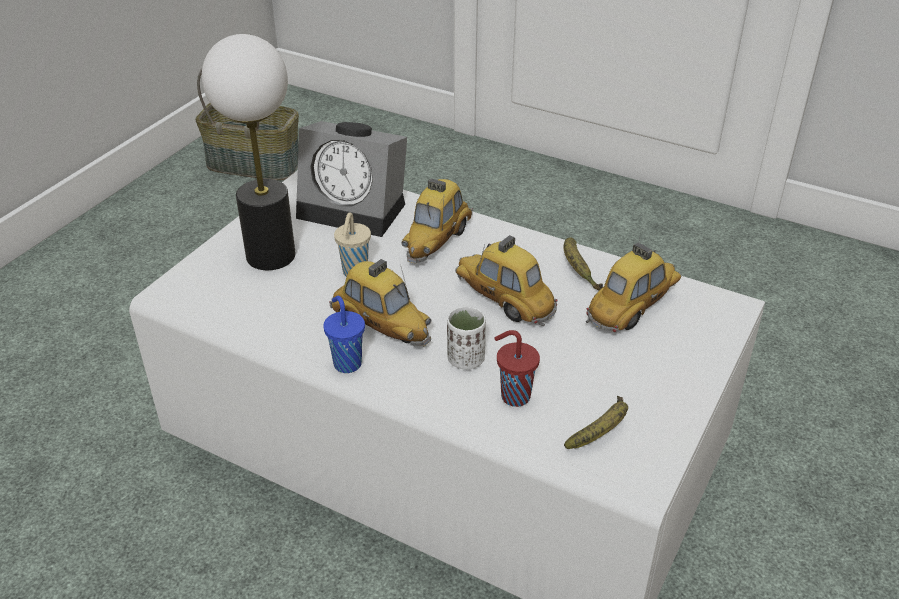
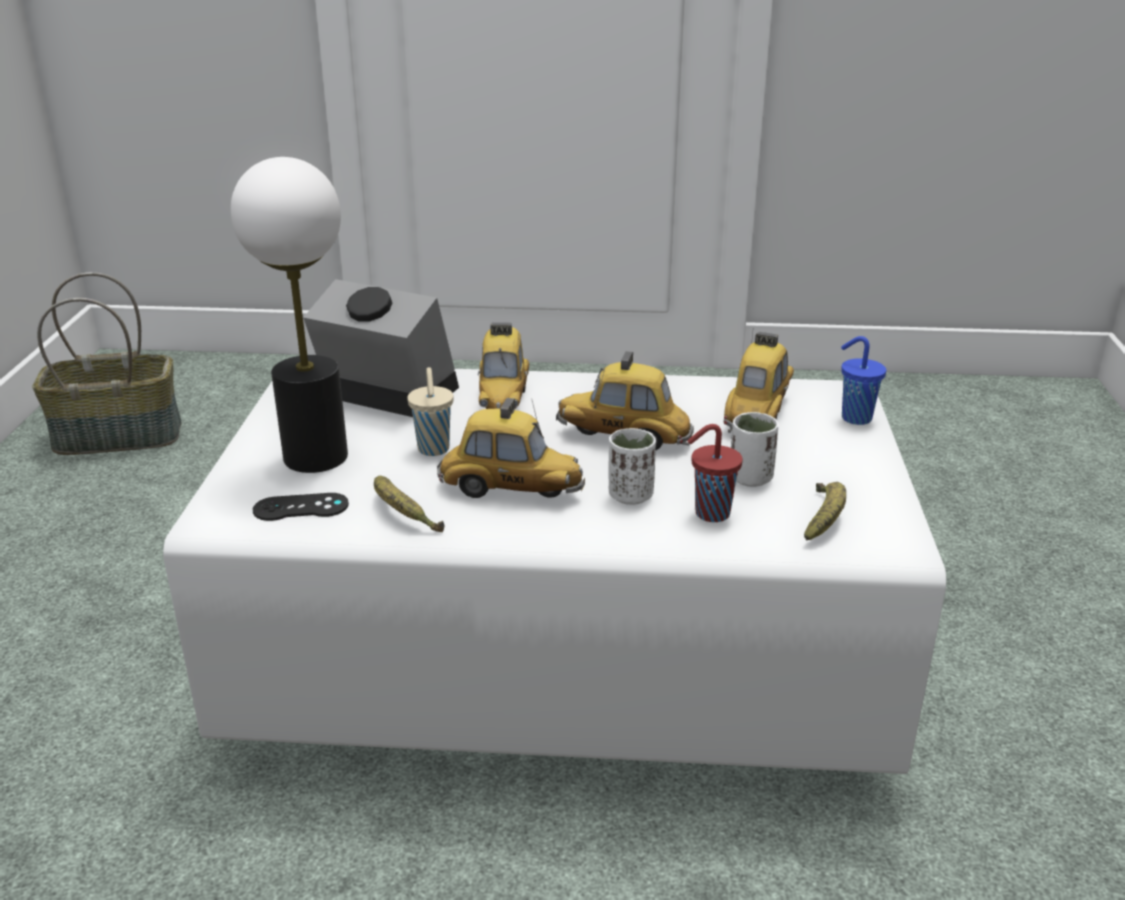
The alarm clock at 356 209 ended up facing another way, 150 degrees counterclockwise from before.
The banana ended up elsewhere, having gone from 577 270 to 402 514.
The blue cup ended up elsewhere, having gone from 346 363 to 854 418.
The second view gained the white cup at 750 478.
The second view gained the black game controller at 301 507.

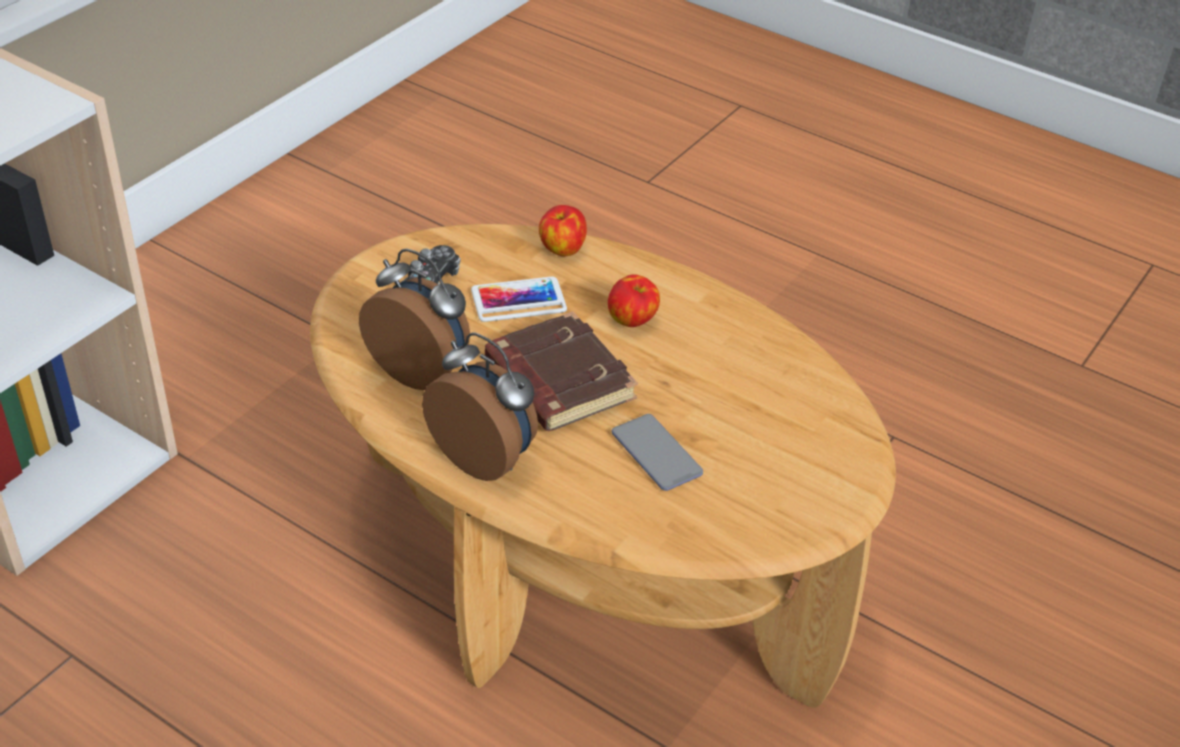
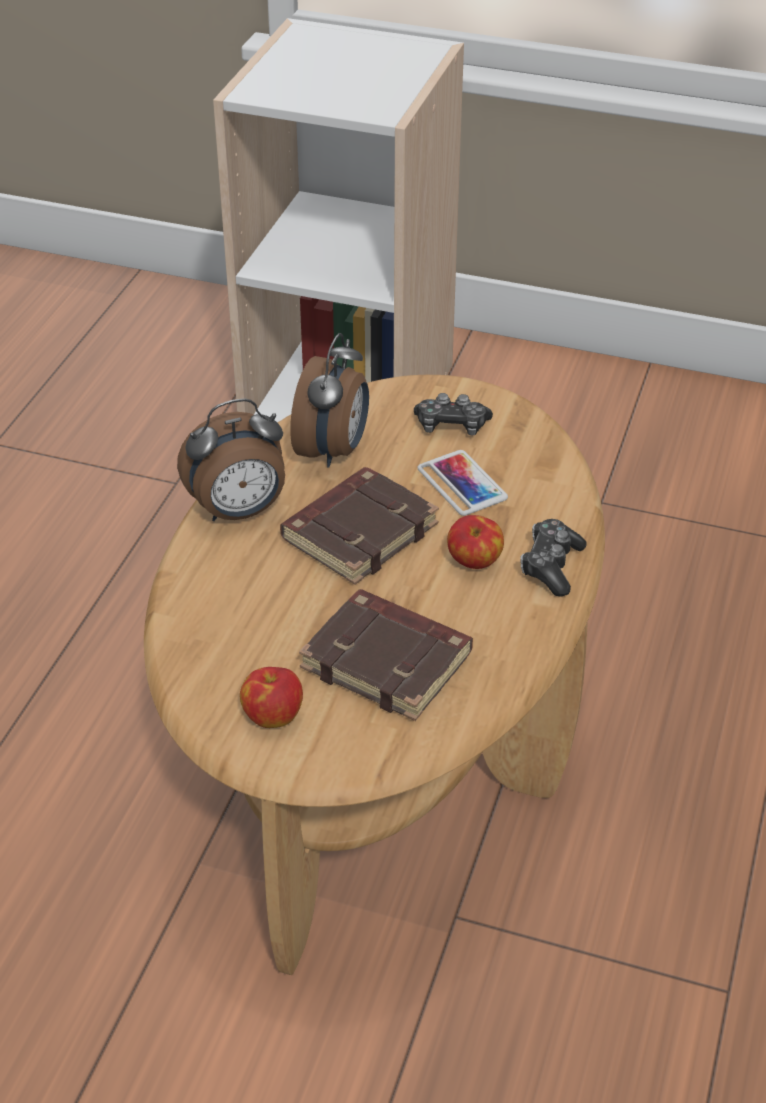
The apple ended up elsewhere, having gone from 562 249 to 272 716.
The alarm clock at 485 457 ended up facing another way, 45 degrees clockwise from before.
The second view lost the phone at 656 454.
The second view gained the game controller at 551 566.
The second view gained the brown book at 389 661.

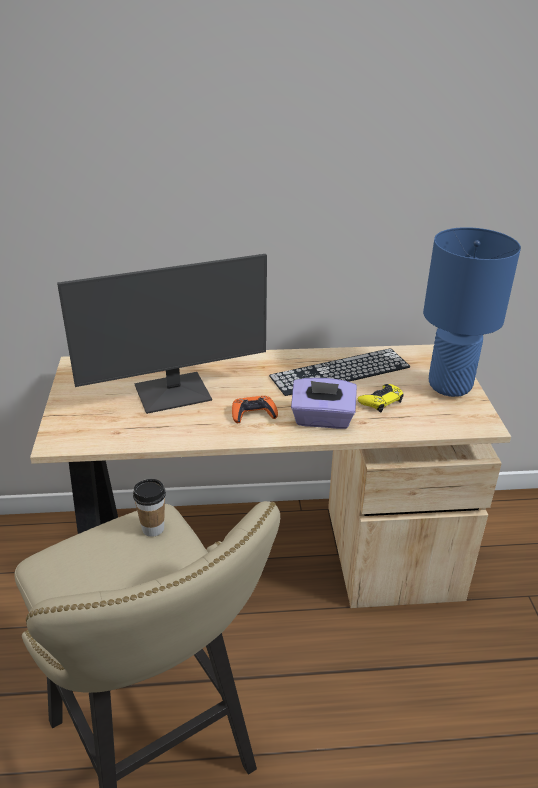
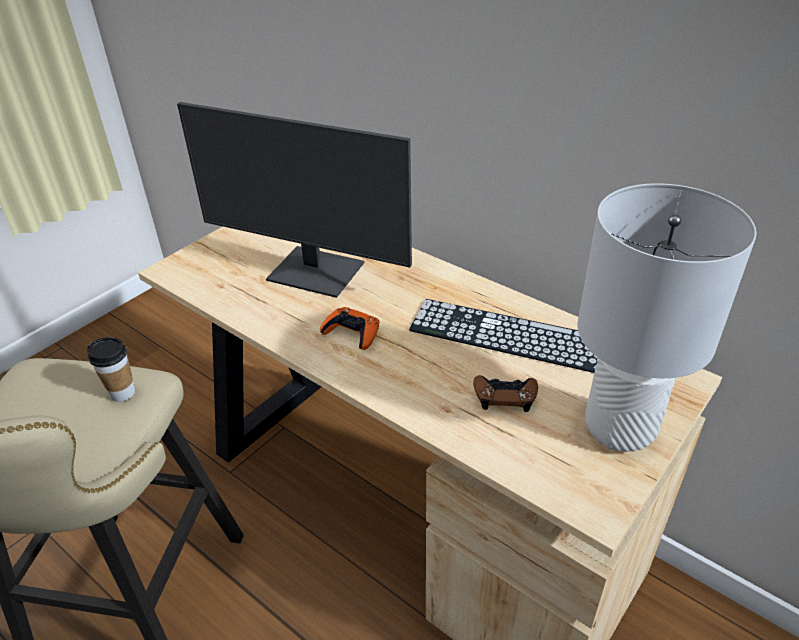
What was the blue table lamp at 448 389 turned into the grey table lamp at 617 431.
The second view lost the purple tissue box at 322 419.
What was the yellow game controller at 381 401 turned into the brown game controller at 505 396.

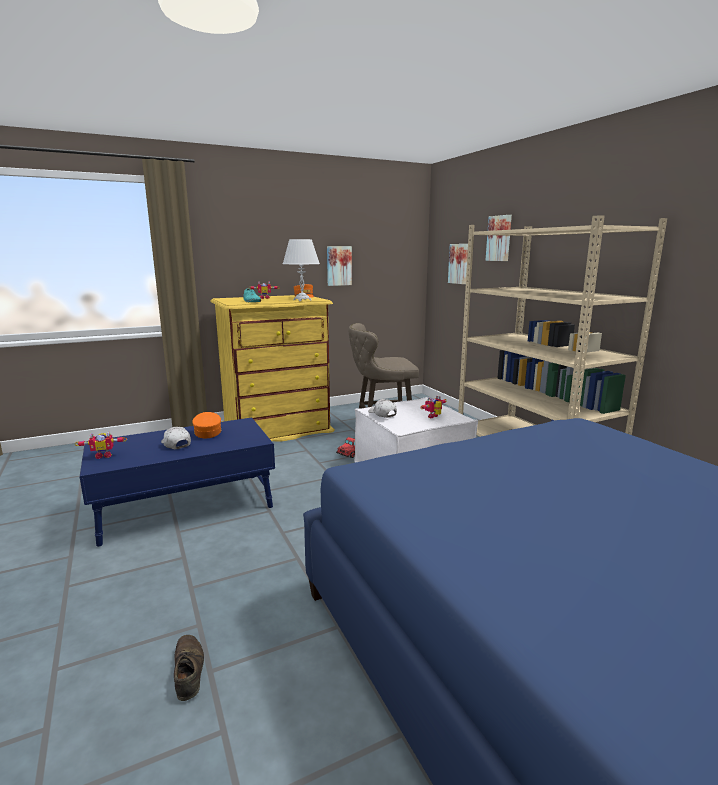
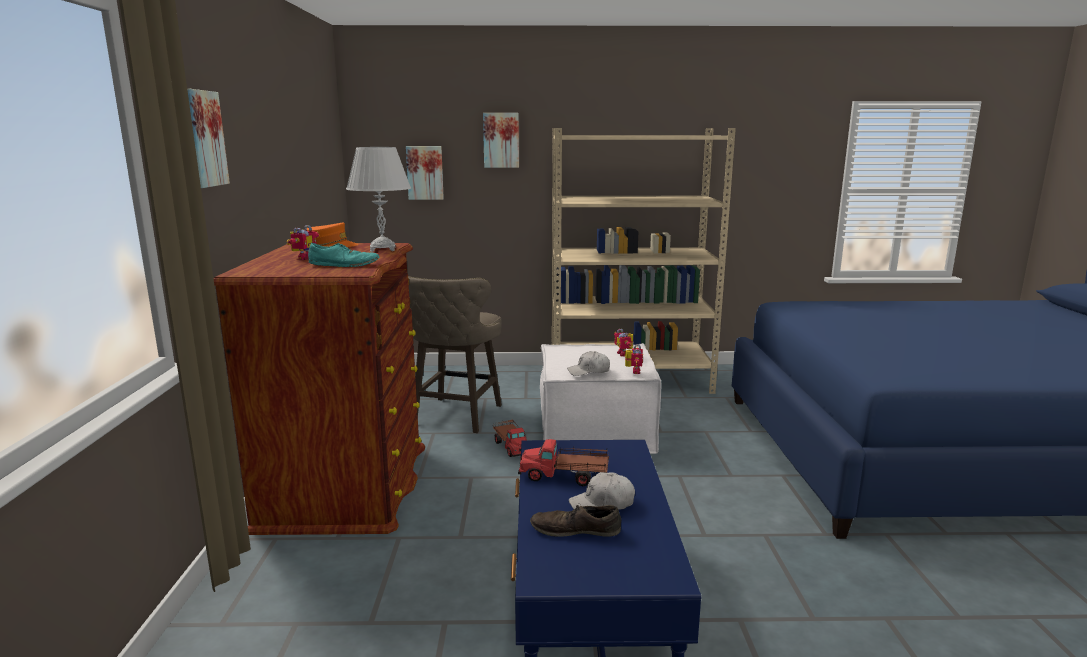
The picture ended up elsewhere, having gone from 338 266 to 201 139.
What was the yellow dresser at 277 427 turned into the brown dresser at 346 483.
Where the orange cap stood at 207 432, the toy truck came to stand at 565 476.
The toy robot ended up elsewhere, having gone from 104 455 to 633 371.
The brown shoe ended up elsewhere, having gone from 188 670 to 575 530.

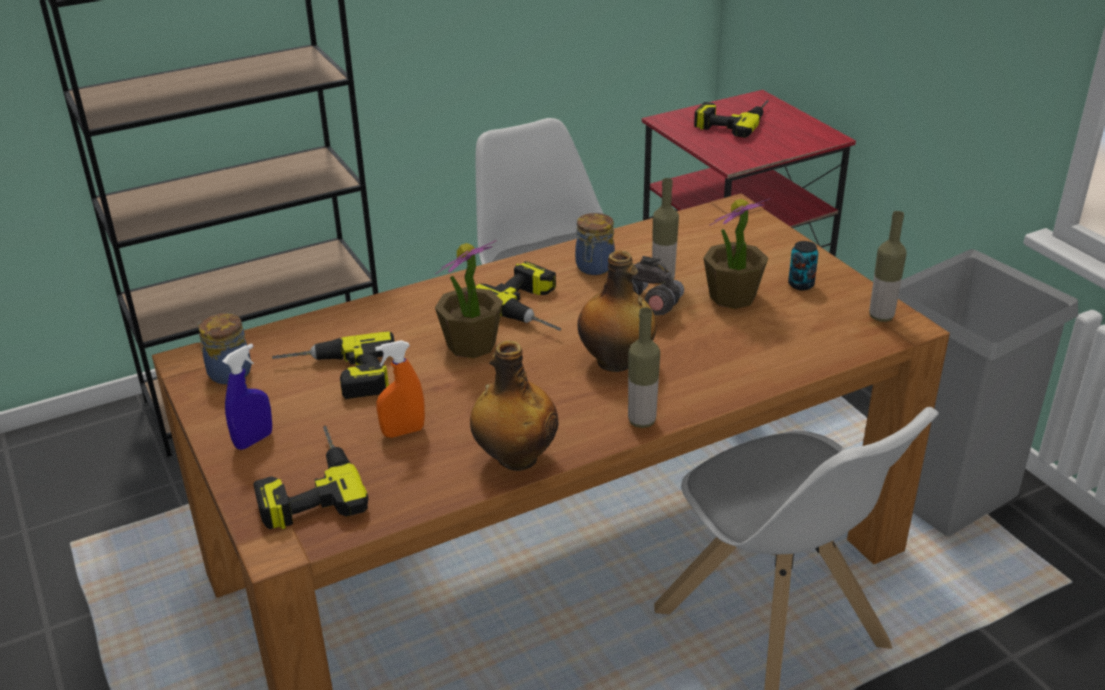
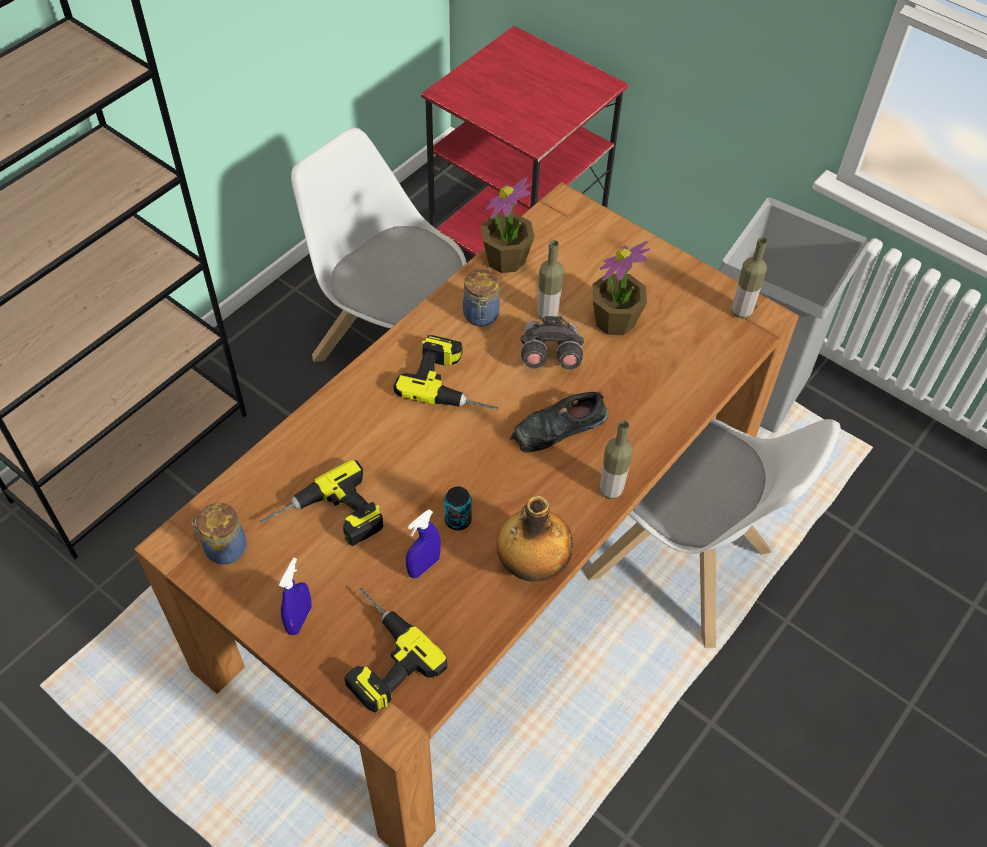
The second view lost the power drill at 732 120.
The potted plant ended up elsewhere, having gone from 471 345 to 506 259.
The can ended up elsewhere, having gone from 801 284 to 458 520.
Where the bottle stood at 616 362, the black shoe came to stand at 558 429.
What was the orange spray bottle at 403 432 turned into the blue spray bottle at 423 566.

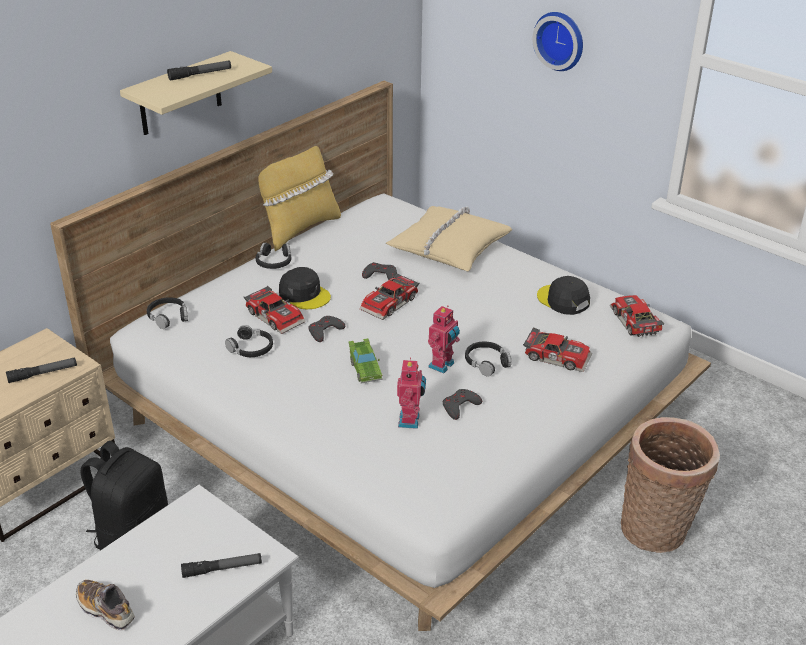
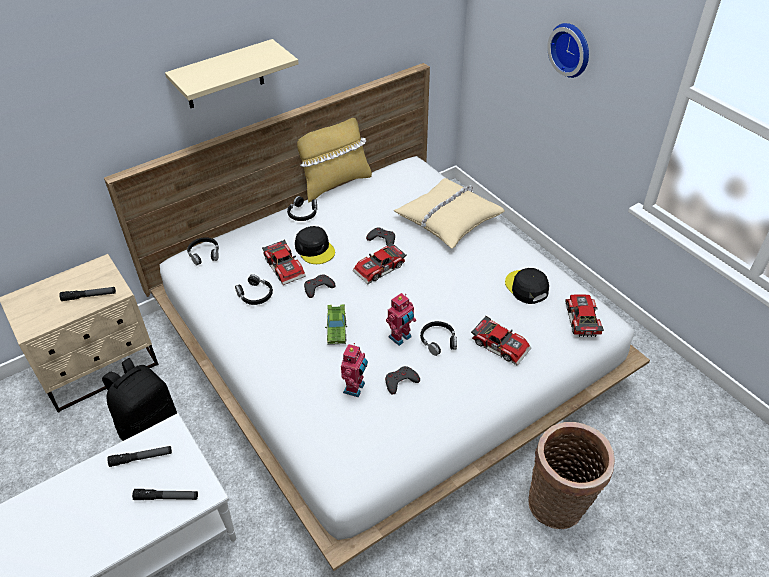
The flashlight ended up elsewhere, having gone from 200 74 to 141 458.
The second view lost the shoe at 106 610.

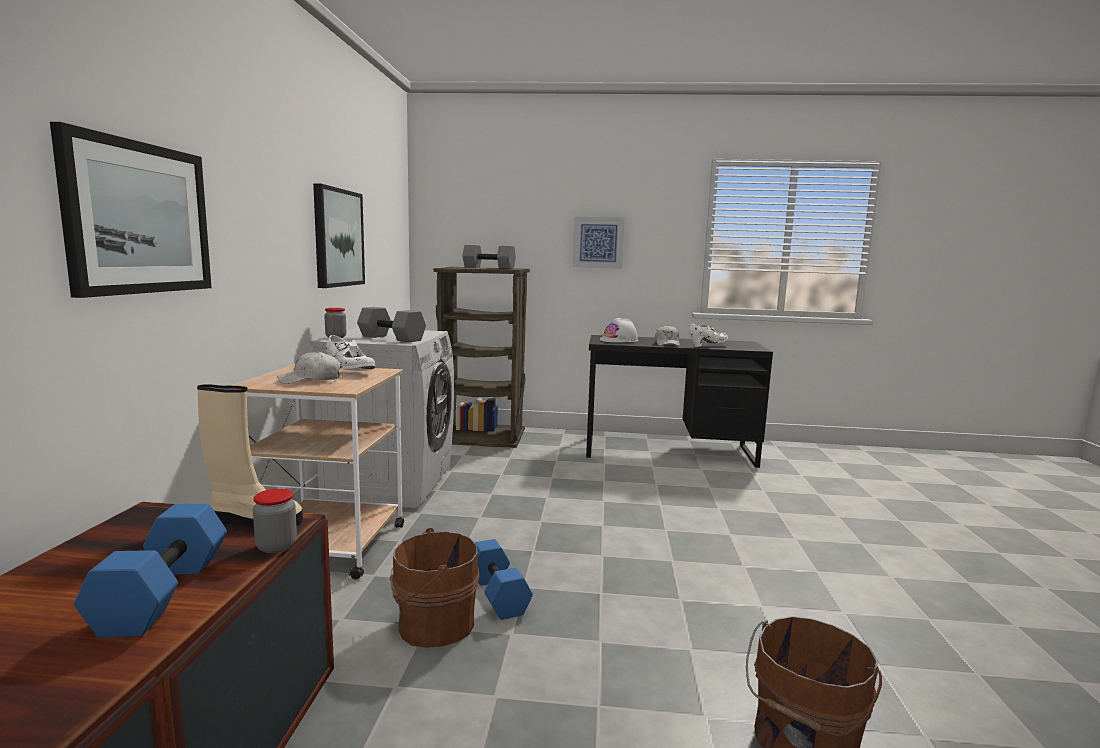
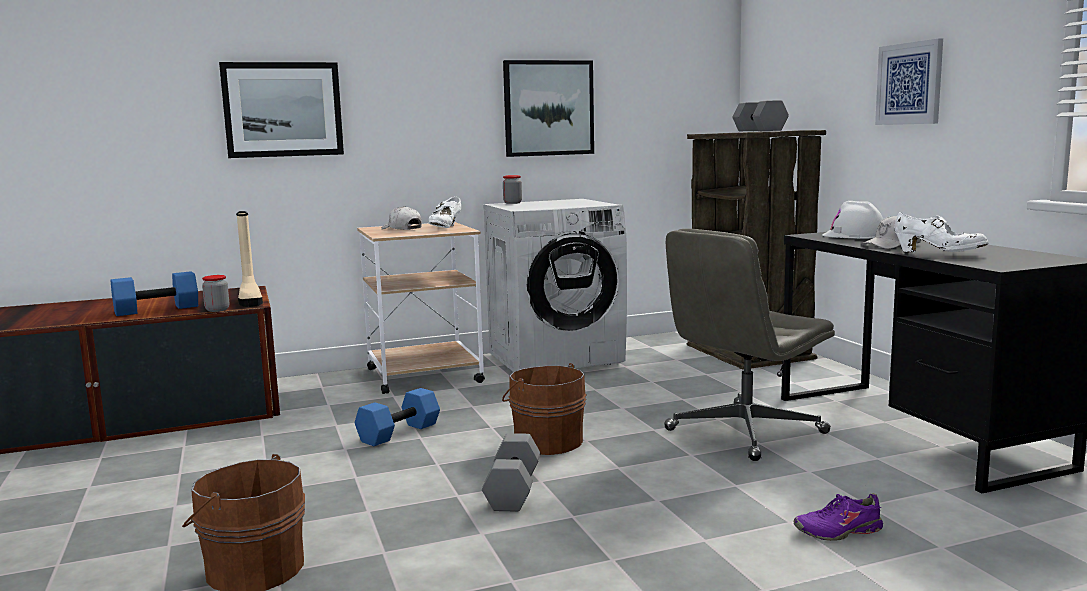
The grey dumbbell ended up elsewhere, having gone from 392 338 to 514 491.
The brown bucket ended up elsewhere, having gone from 432 624 to 546 441.
The second view gained the grey office chair at 745 432.
The second view gained the purple shoe at 838 531.

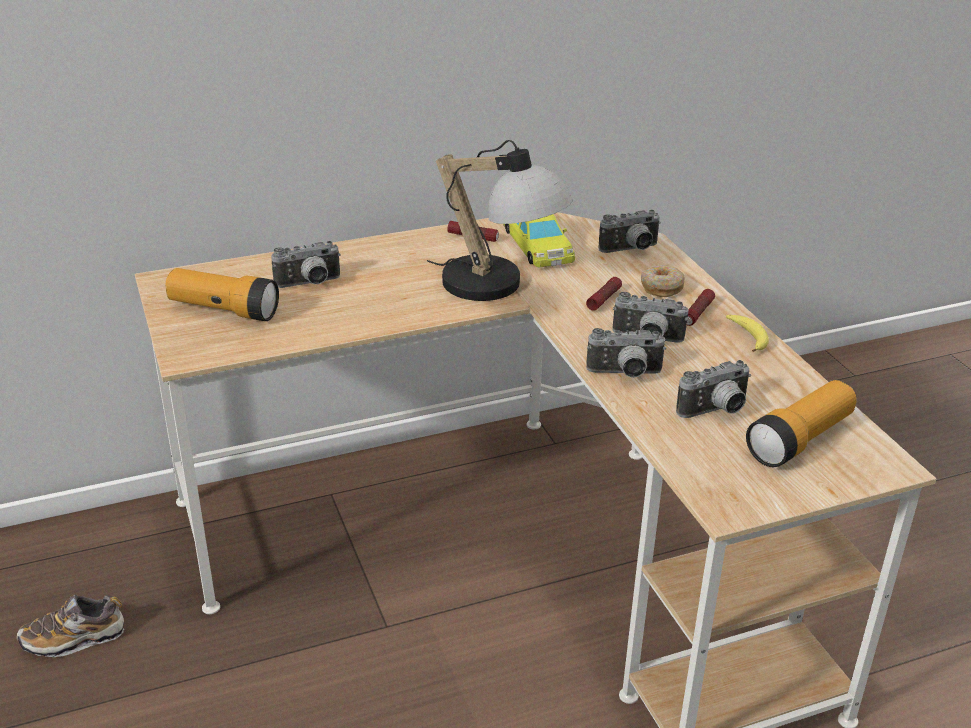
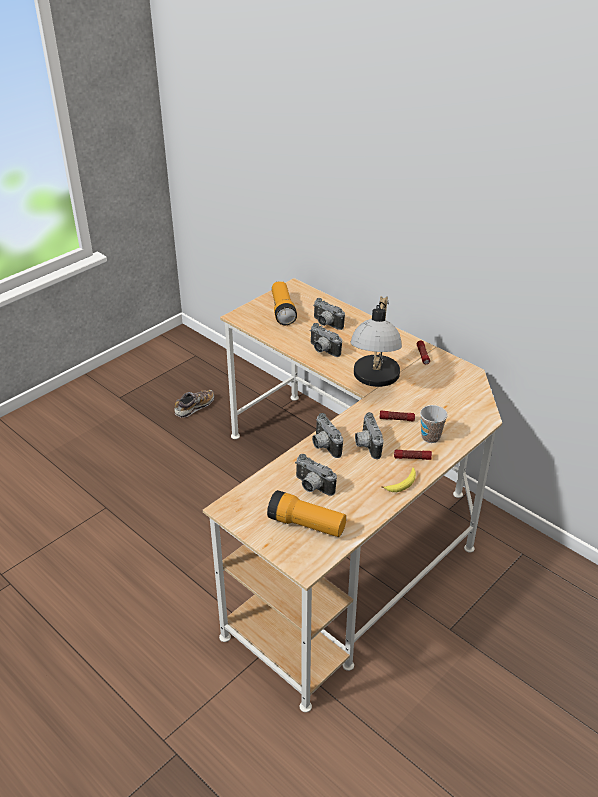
The photo camera ended up elsewhere, having gone from 631 250 to 322 350.
The second view lost the yellow toy car at 537 244.
Where the donut stood at 661 287, the cup came to stand at 430 437.
The shoe at 74 639 ended up facing another way, 90 degrees clockwise from before.

